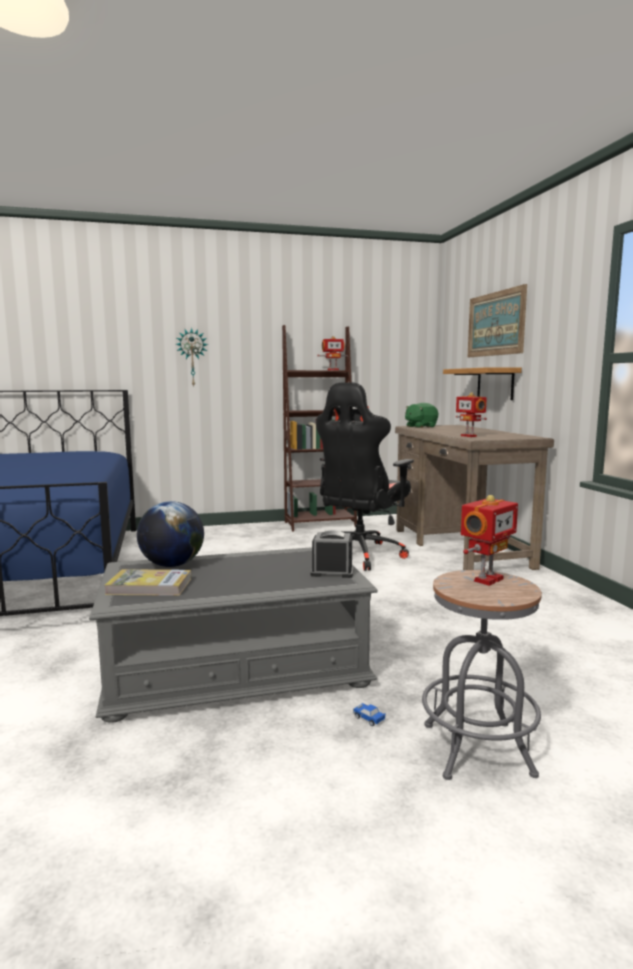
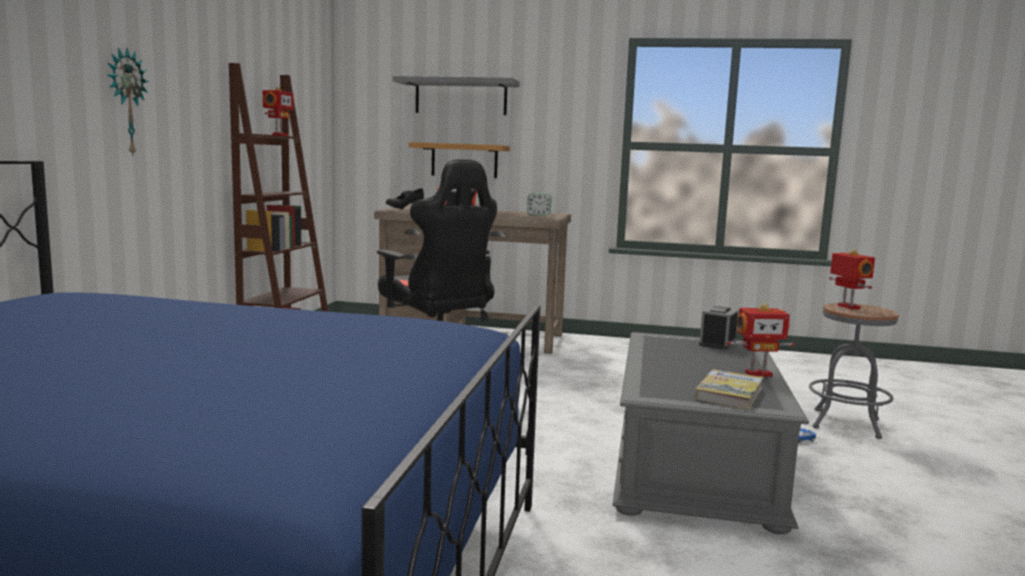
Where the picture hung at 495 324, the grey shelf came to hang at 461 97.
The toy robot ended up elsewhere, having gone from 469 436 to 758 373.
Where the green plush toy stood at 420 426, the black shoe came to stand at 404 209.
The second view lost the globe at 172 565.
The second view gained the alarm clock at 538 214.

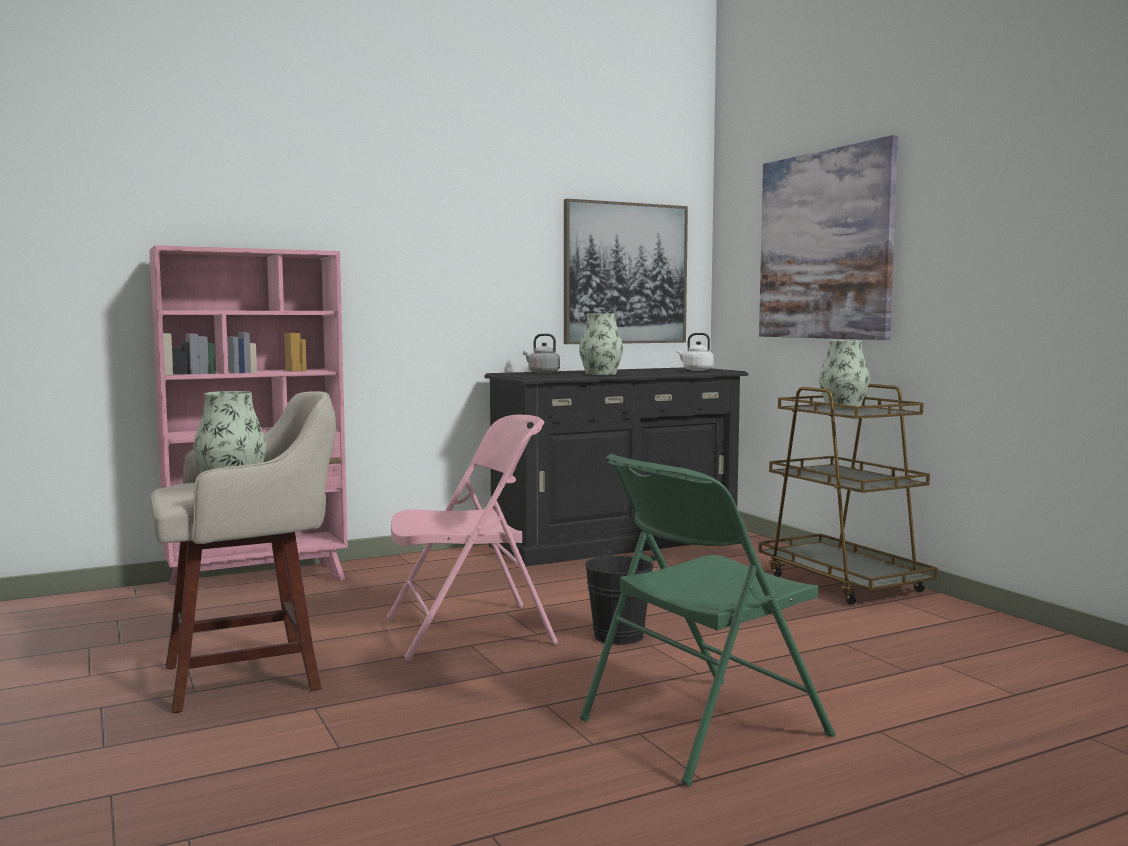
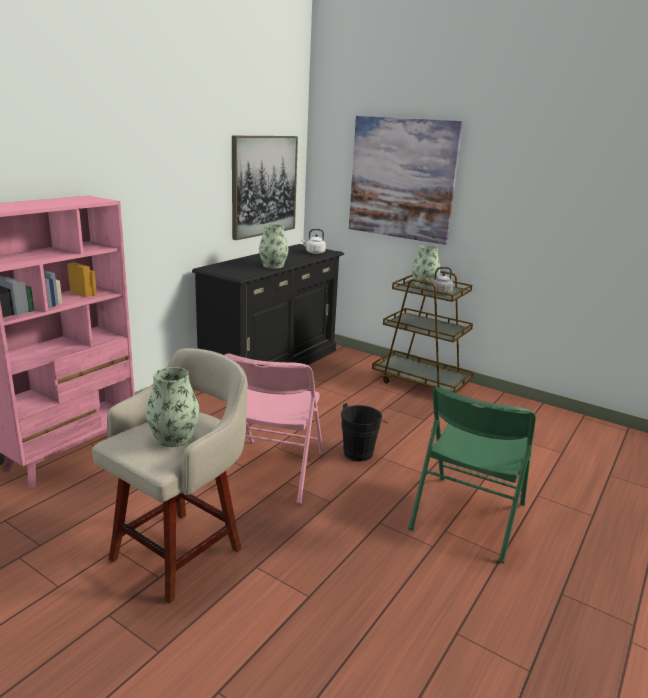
The grey kettle ended up elsewhere, having gone from 542 373 to 439 293.
The pink chair at 469 631 ended up facing another way, 150 degrees clockwise from before.

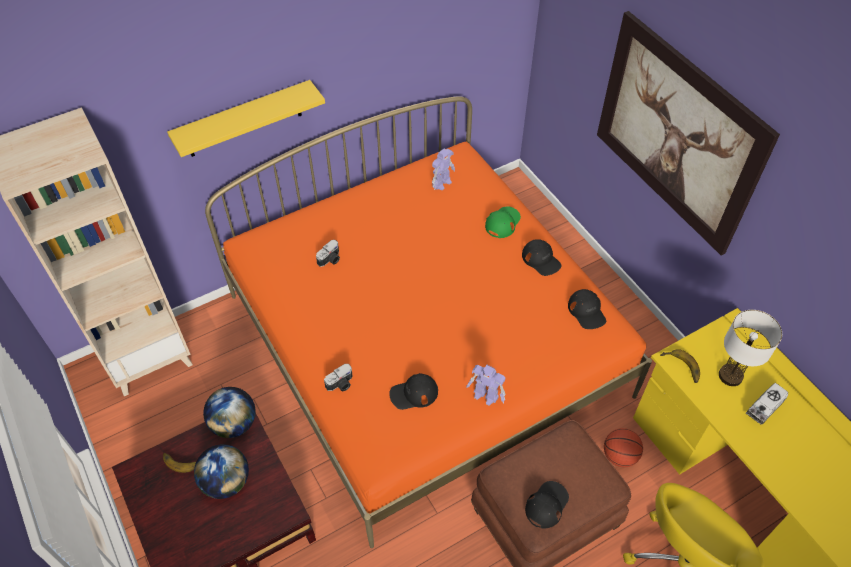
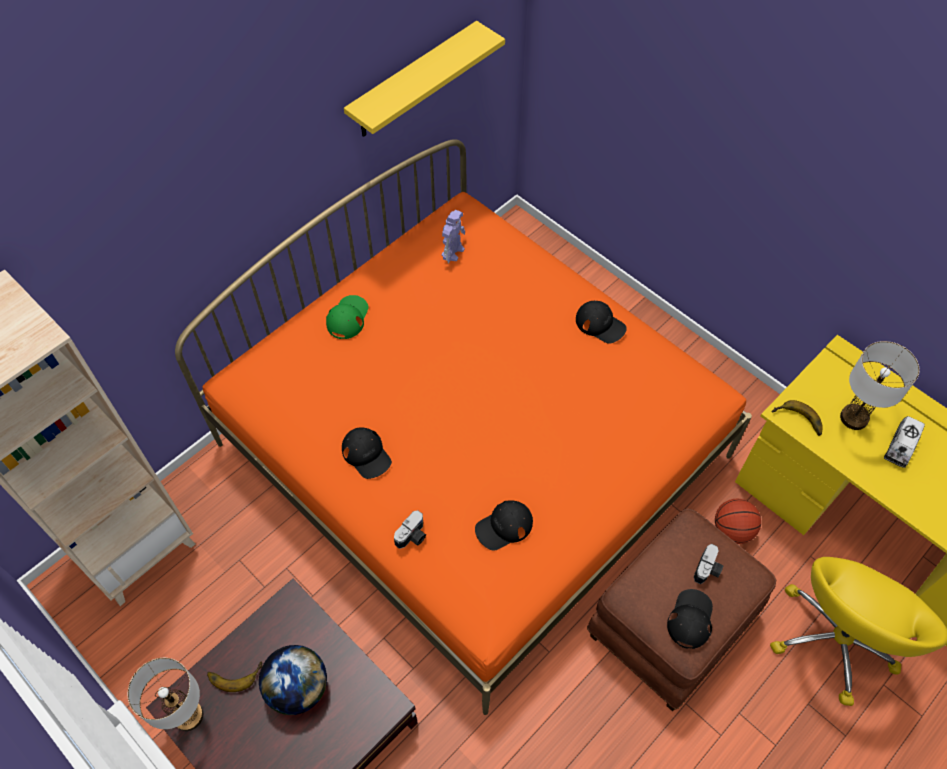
The second view lost the picture at 677 133.
The yellow shelf ended up elsewhere, having gone from 244 120 to 413 81.
The green cap ended up elsewhere, having gone from 502 223 to 347 318.
The photo camera ended up elsewhere, having gone from 330 259 to 708 570.
The black cap ended up elsewhere, having gone from 587 311 to 366 454.
The second view lost the toy robot at 486 396.
The second view lost the globe at 234 424.
The second view gained the table lamp at 188 715.

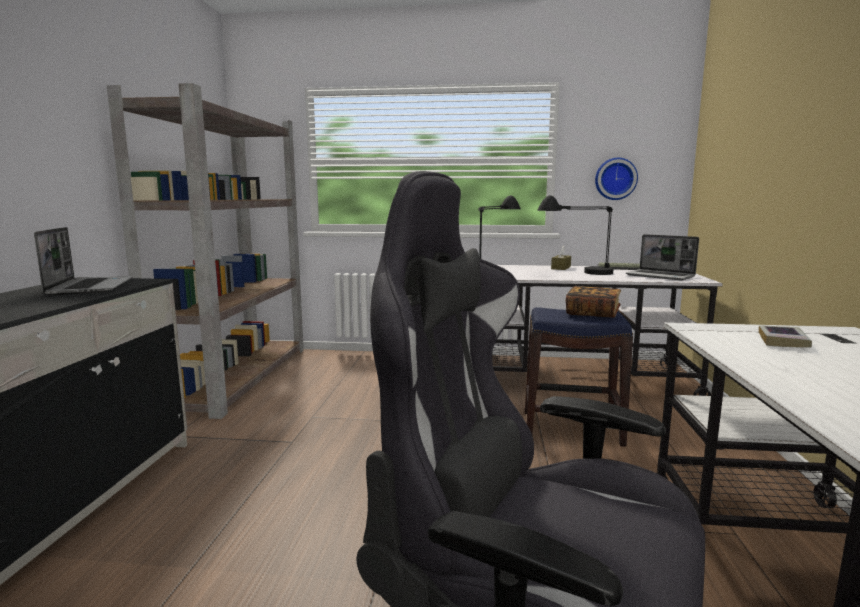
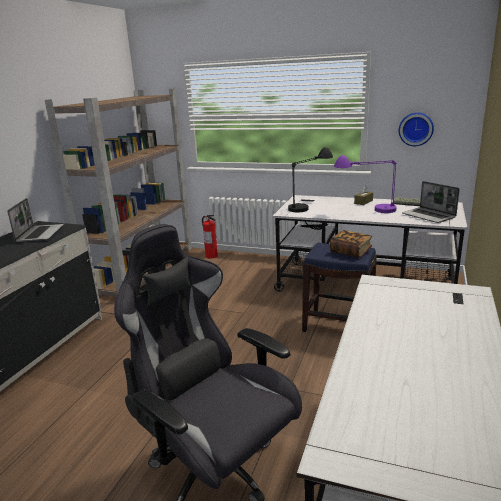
What was the black table lamp at 576 274 turned into the purple table lamp at 366 211.
The second view lost the book at 782 341.
The second view gained the fire extinguisher at 211 256.

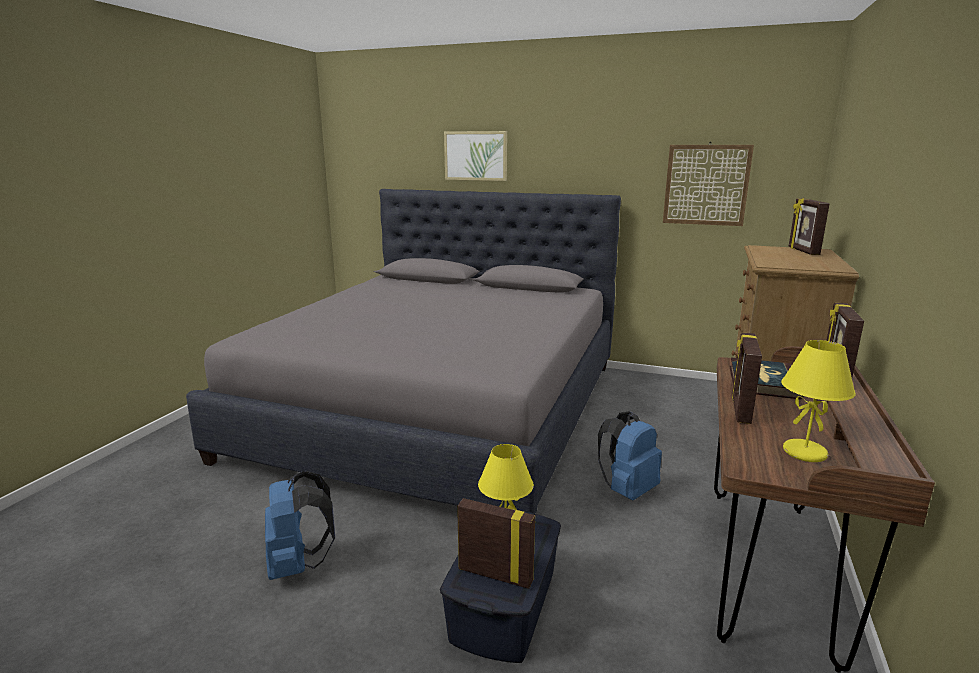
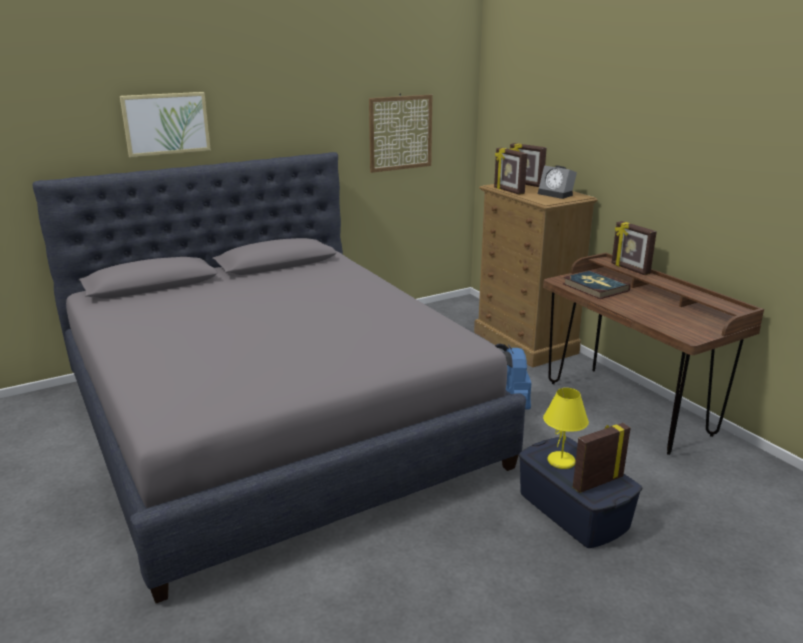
The picture frame ended up elsewhere, having gone from 740 409 to 508 191.
The second view lost the yellow table lamp at 805 453.
The second view lost the blue backpack at 298 564.
The second view gained the alarm clock at 557 194.

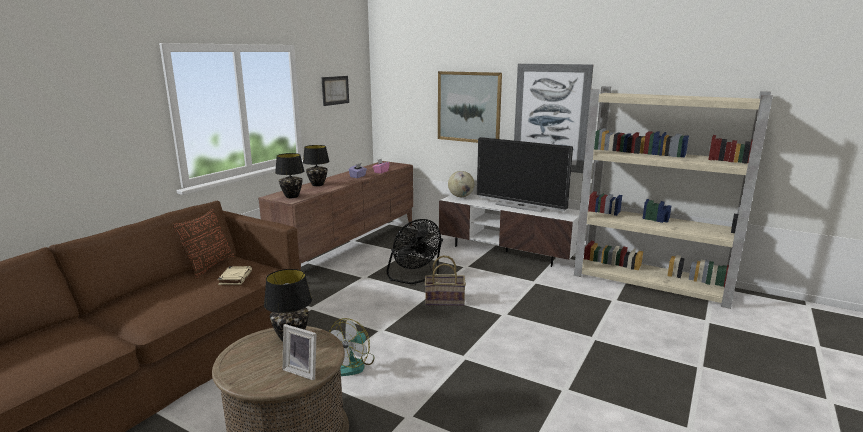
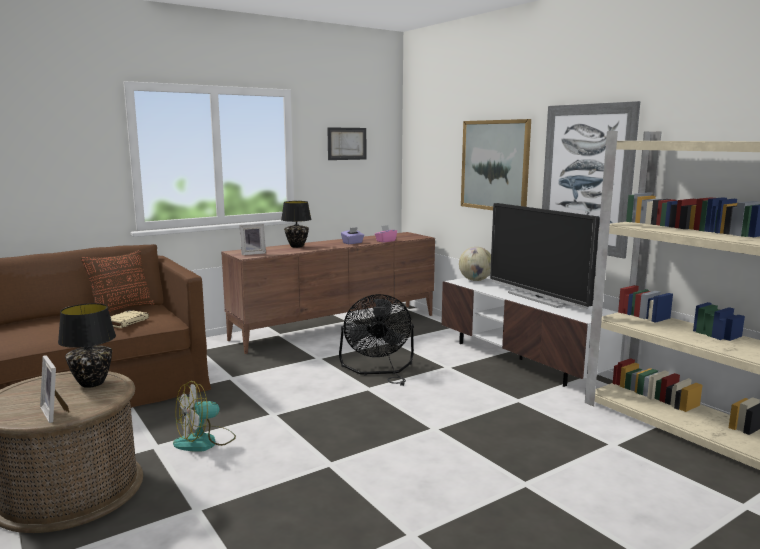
Where the black table lamp stood at 292 196, the picture frame came to stand at 252 253.
The second view lost the basket at 445 300.

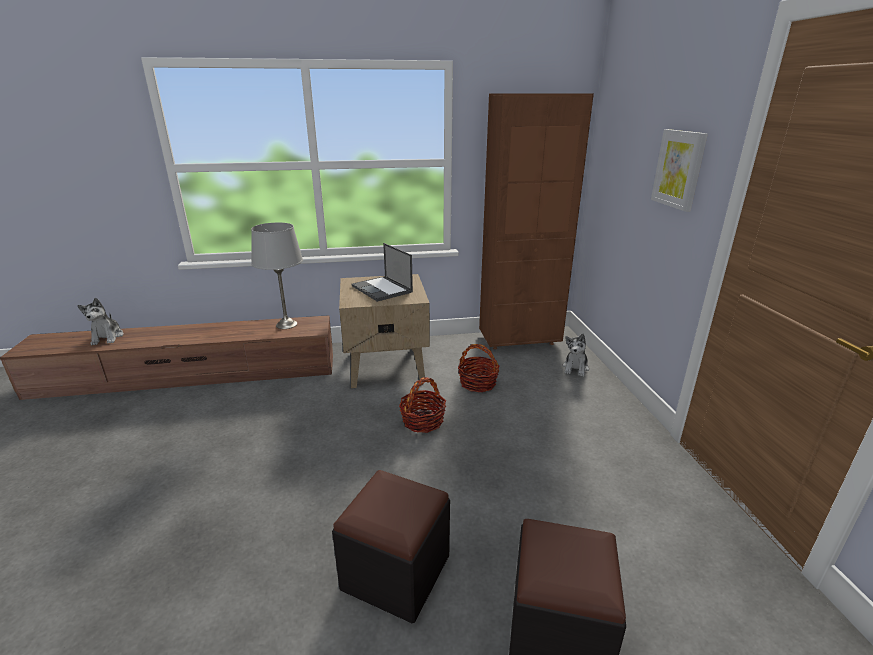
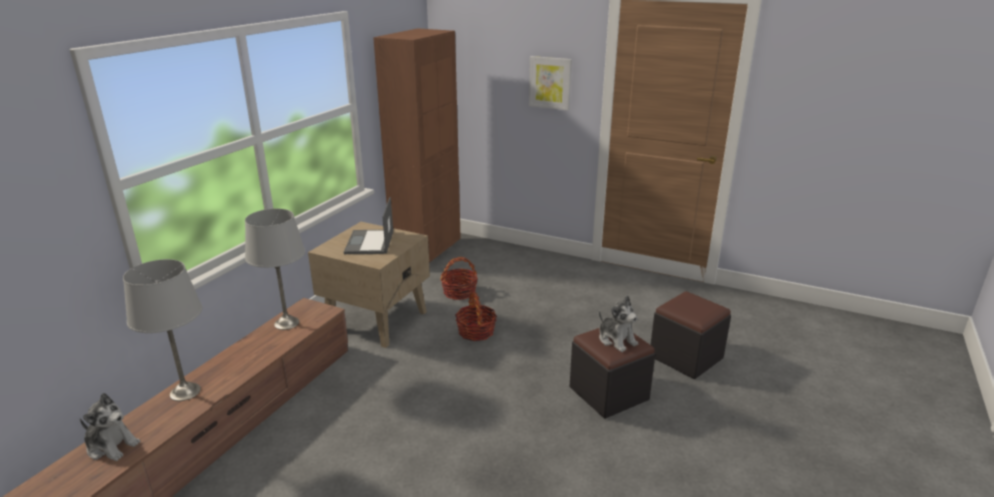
The laptop at 382 289 ended up facing another way, 90 degrees clockwise from before.
The plush toy ended up elsewhere, having gone from 575 368 to 616 340.
The second view gained the grey table lamp at 186 392.

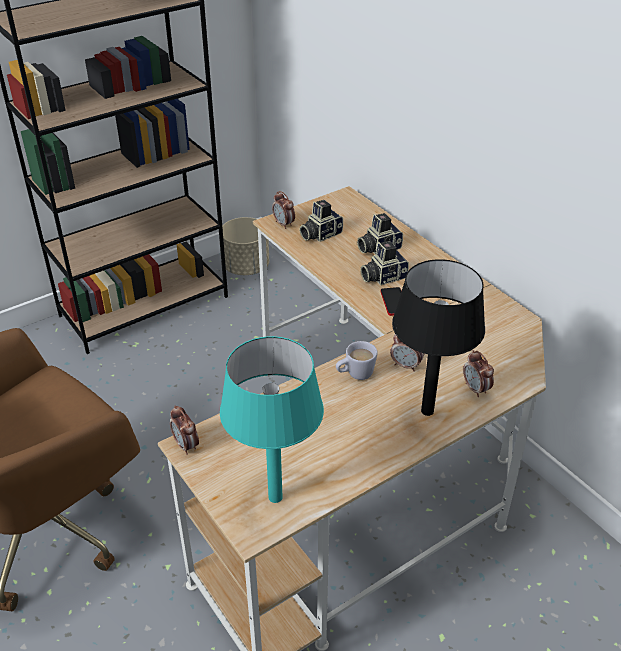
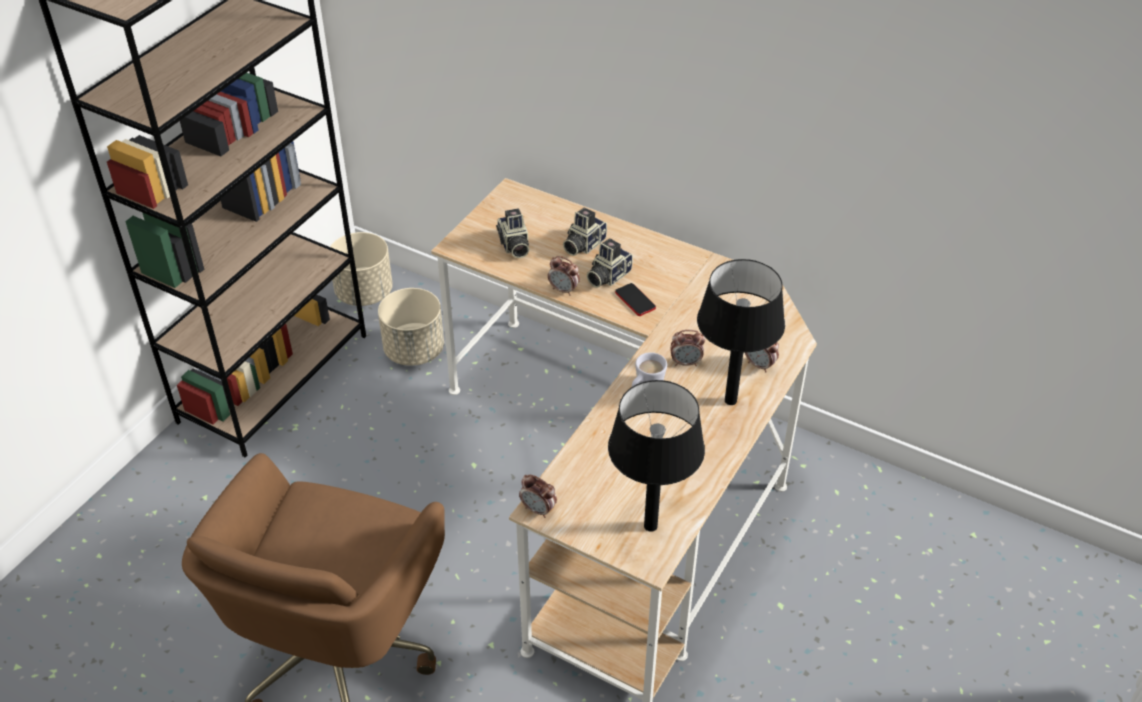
The alarm clock ended up elsewhere, having gone from 284 224 to 564 290.
The photo camera at 320 234 ended up facing another way, 45 degrees counterclockwise from before.
What was the turquoise table lamp at 274 497 turned into the black table lamp at 650 526.
The second view gained the beige planter at 414 350.

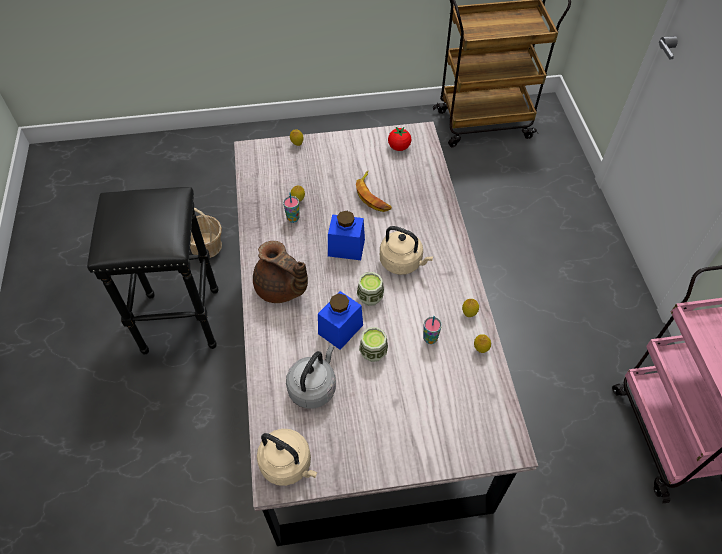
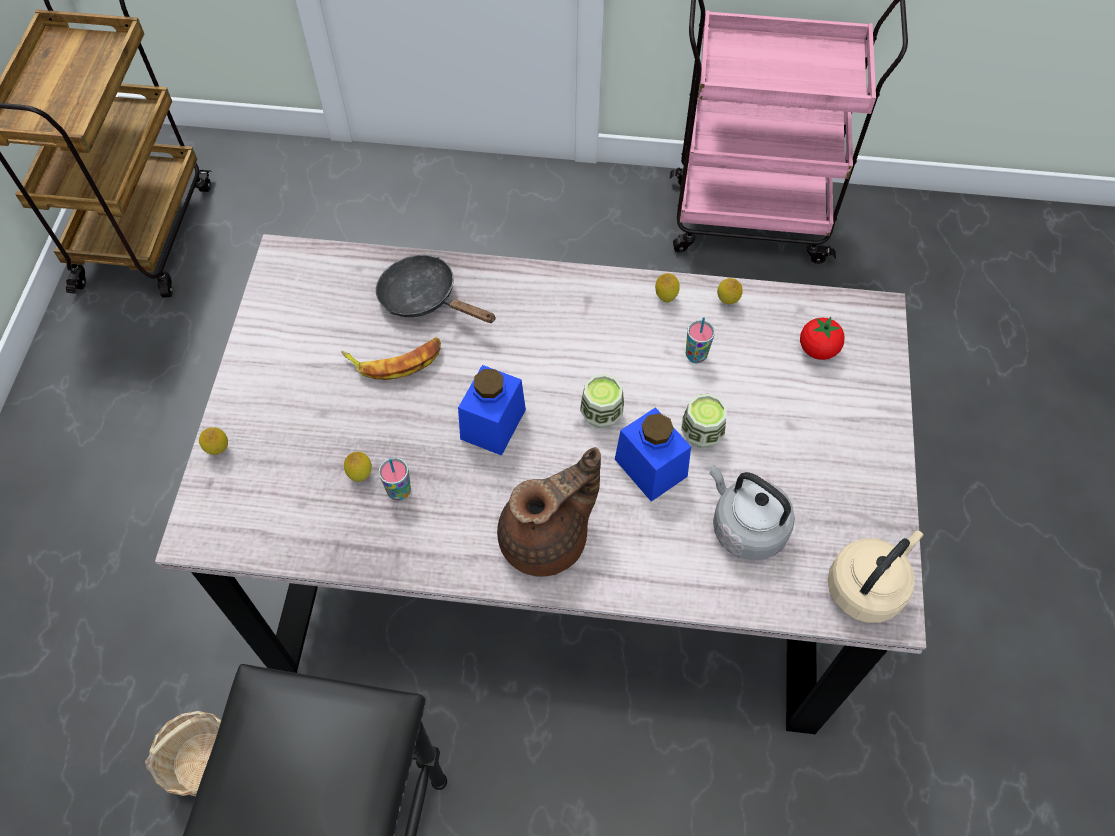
The tomato ended up elsewhere, having gone from 399 147 to 817 349.
The second view lost the beige kettle at 403 262.
The second view gained the black frying pan at 425 298.

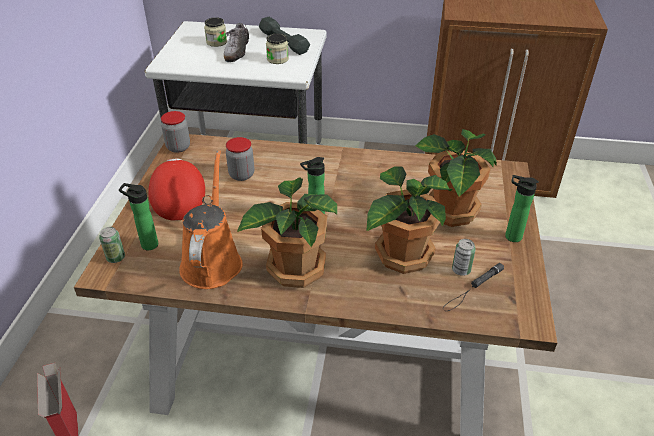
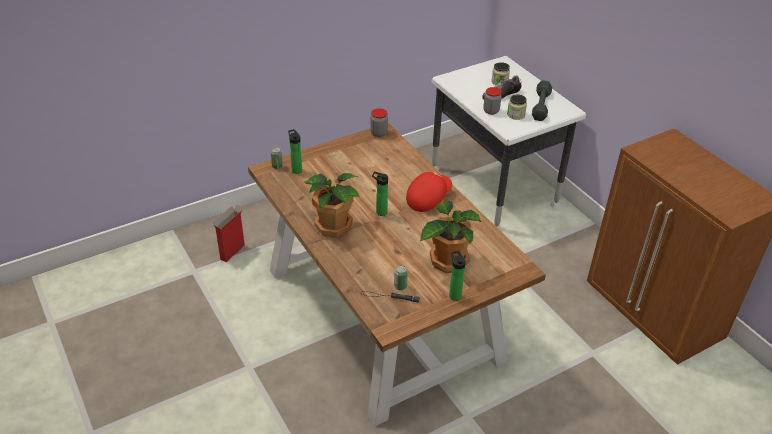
The jar ended up elsewhere, having gone from 241 175 to 491 111.
The second view lost the orange watering can at 212 261.
The red cap ended up elsewhere, having gone from 178 198 to 428 198.
The second view lost the potted plant at 401 255.

